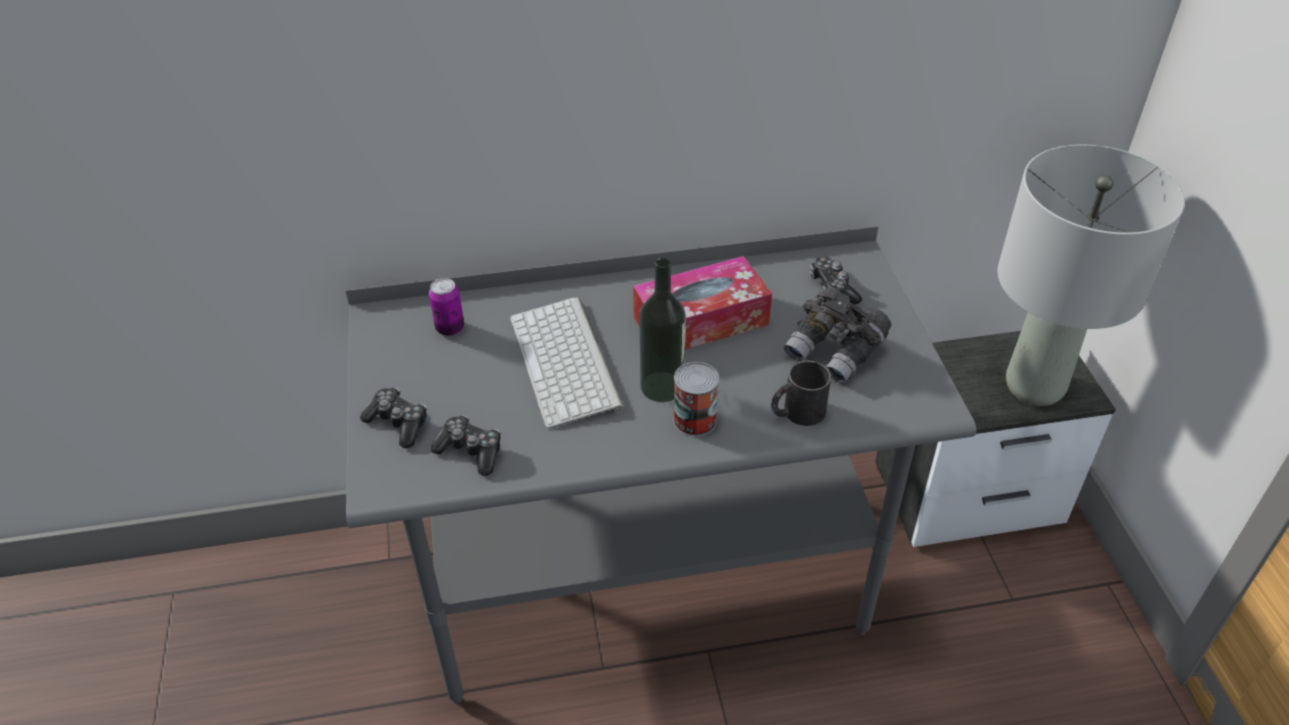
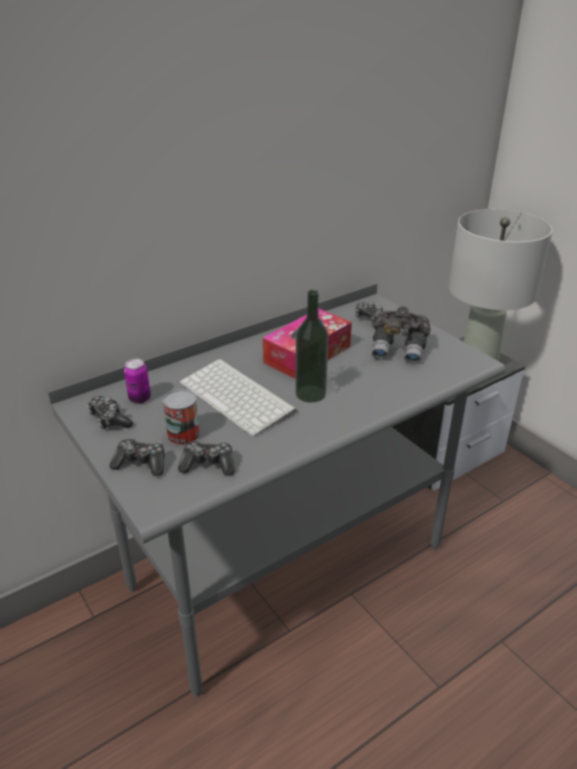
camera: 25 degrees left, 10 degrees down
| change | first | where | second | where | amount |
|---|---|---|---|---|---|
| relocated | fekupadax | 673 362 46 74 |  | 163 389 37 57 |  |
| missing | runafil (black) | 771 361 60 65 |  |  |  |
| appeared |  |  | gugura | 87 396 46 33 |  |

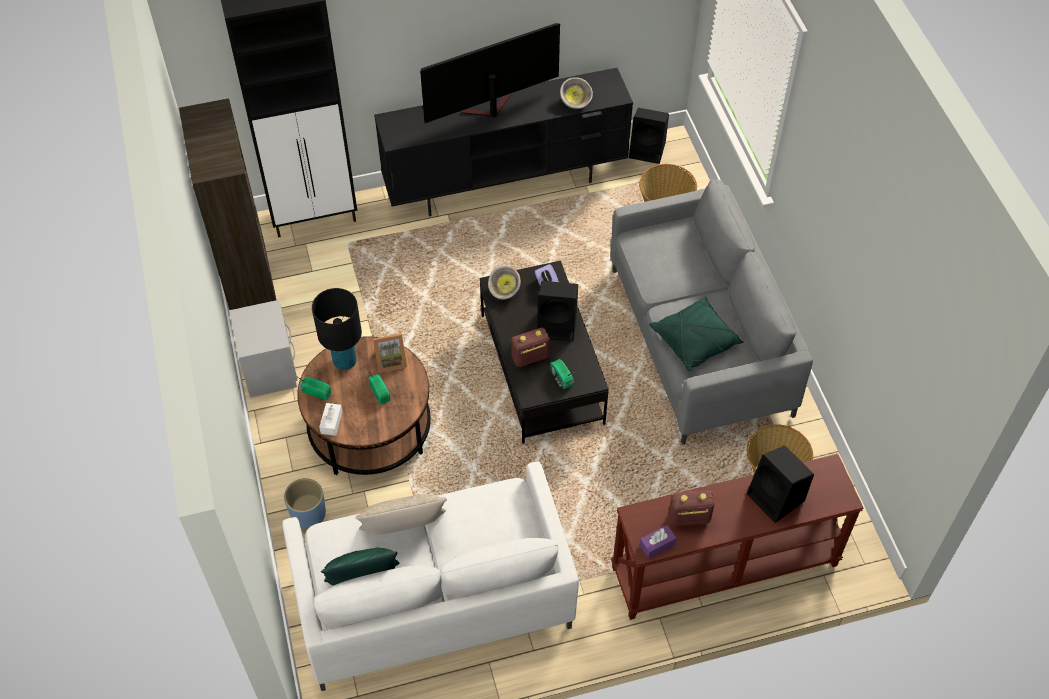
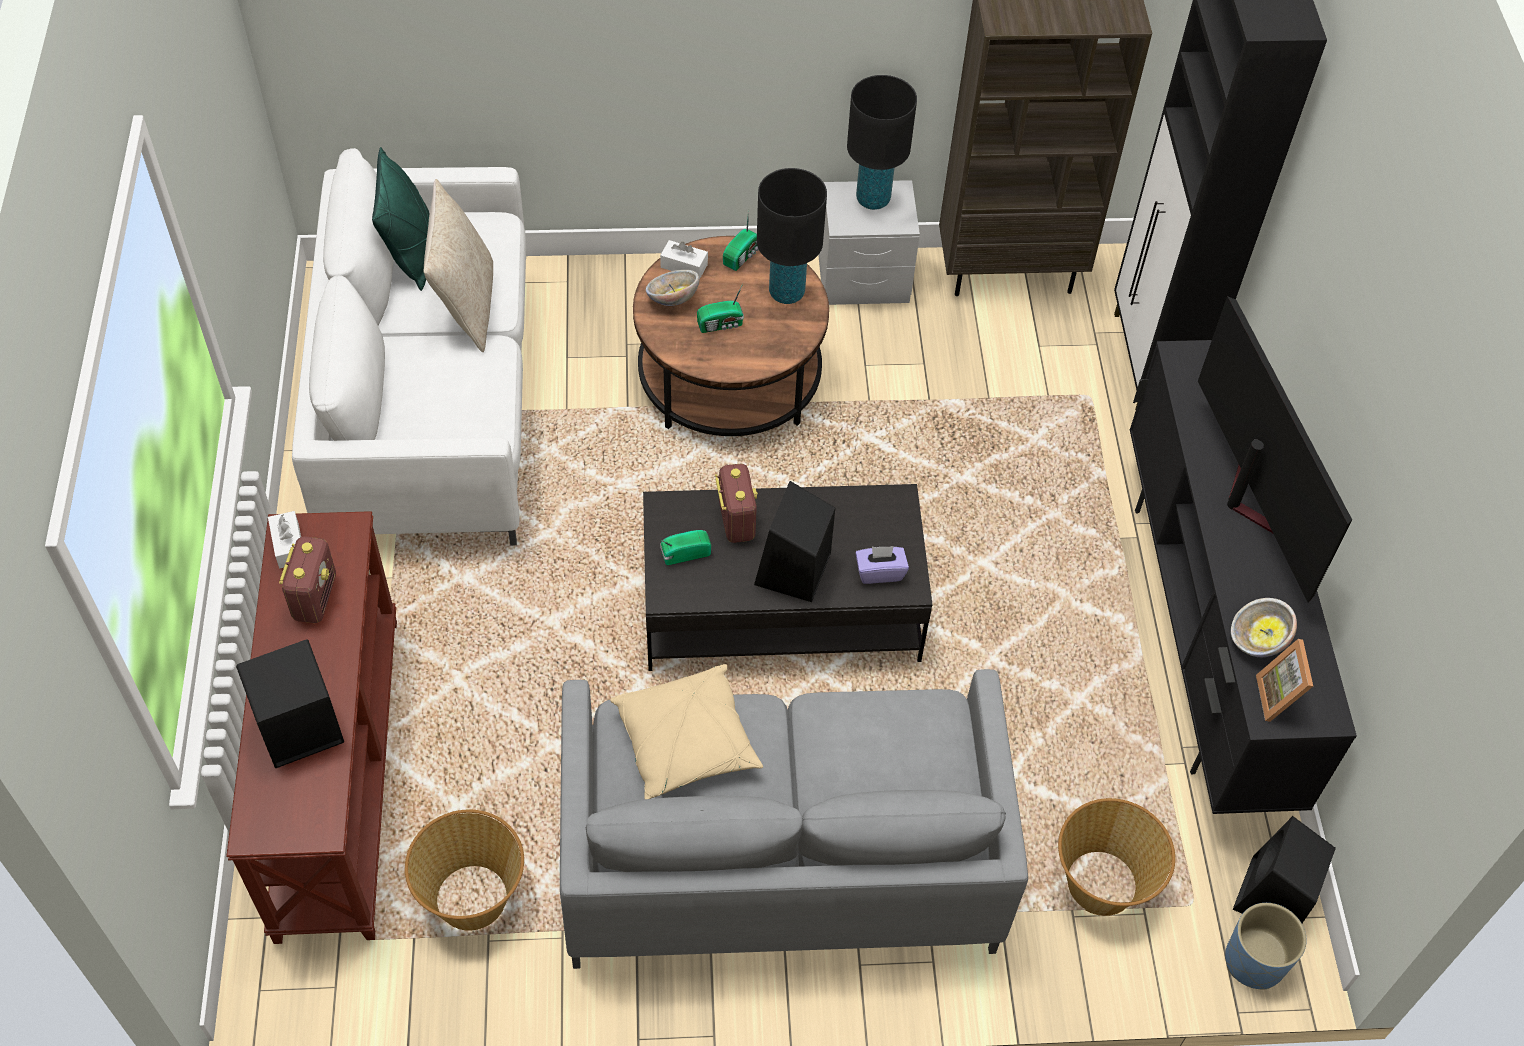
camera: 100 degrees right, 0 degrees up
| change | first | where | second | where | amount |
|---|---|---|---|---|---|
| relocated | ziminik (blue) | 284 478 42 51 |  | 1225 903 82 86 |  |
| relocated | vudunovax | 373 333 34 40 |  | 1256 639 57 83 |  |
| relocated | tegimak | 488 266 33 33 |  | 646 270 53 36 |  |
| colour | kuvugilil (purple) | 639 525 38 34 | kuvugilil (white) | 268 511 33 57 |  |
| colour | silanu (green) | 649 296 94 75 | silanu (beige) | 610 664 153 135 |  |
| appeared |  |  | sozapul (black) | 847 75 70 135 |  |

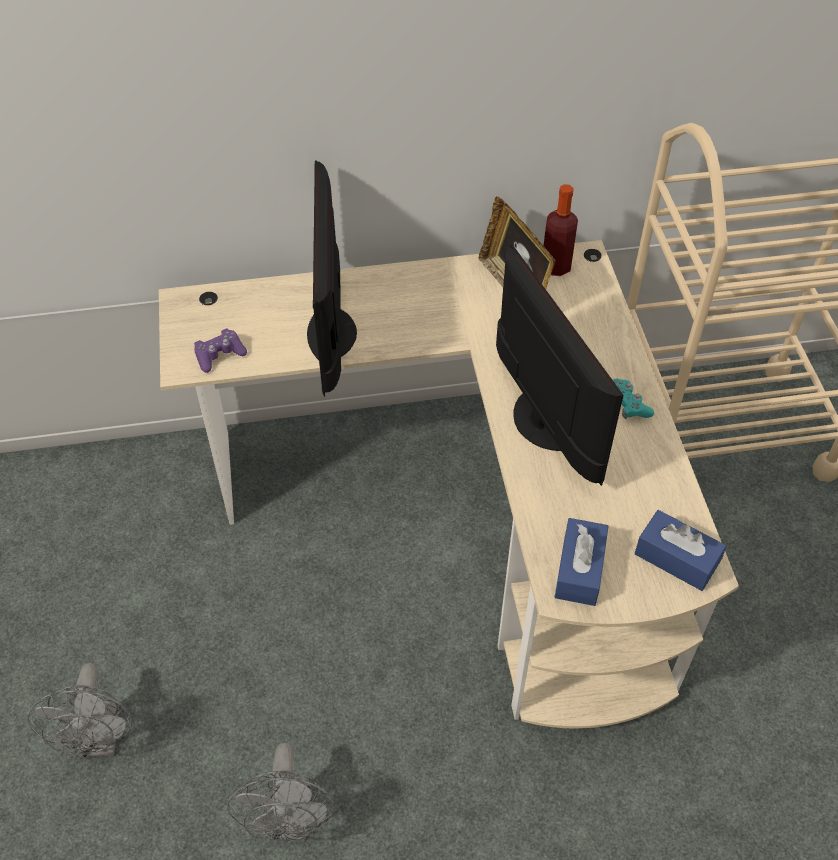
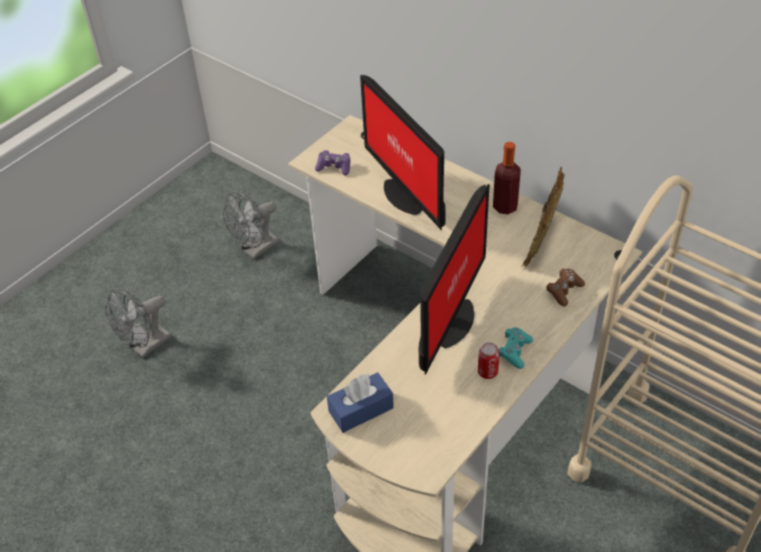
camera: 50 degrees right, 5 degrees down
| change | first | where | second | where | amount |
|---|---|---|---|---|---|
| relocated | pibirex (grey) | 227 743 108 99 |  | 223 191 56 68 |  |
| spun | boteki | 307 160 50 237 |  | 360 75 86 155 | 75 degrees counterclockwise |
| relocated | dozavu | 543 184 35 92 |  | 493 142 28 72 |  |
| missing | kuvugilil (blue) | 635 510 92 81 |  |  |  |
| appeared |  |  | fekupadax | 478 342 22 37 |  |
| appeared |  |  | gugura (brown) | 546 269 39 37 |  |

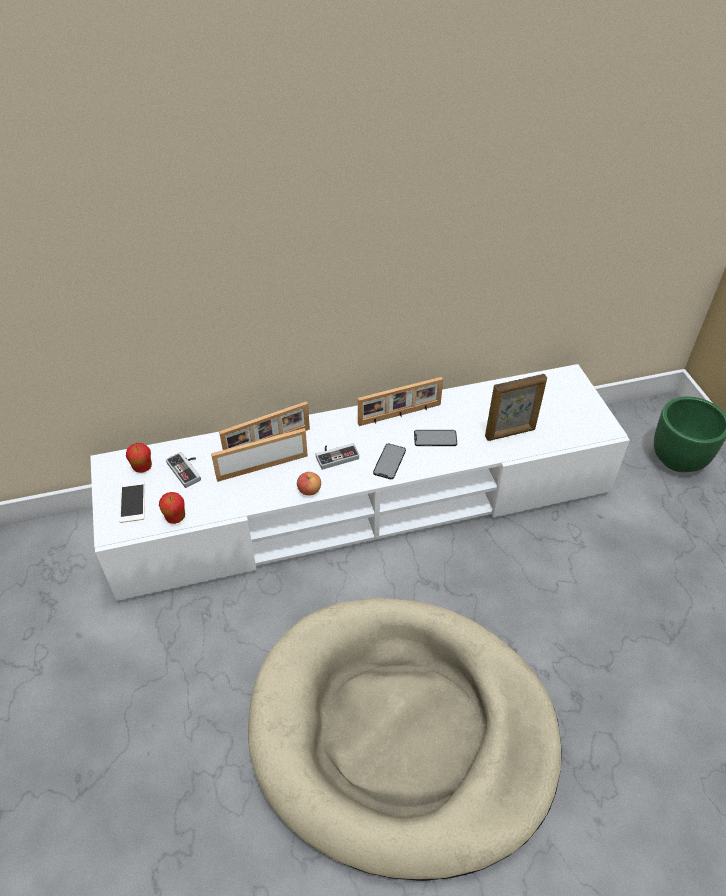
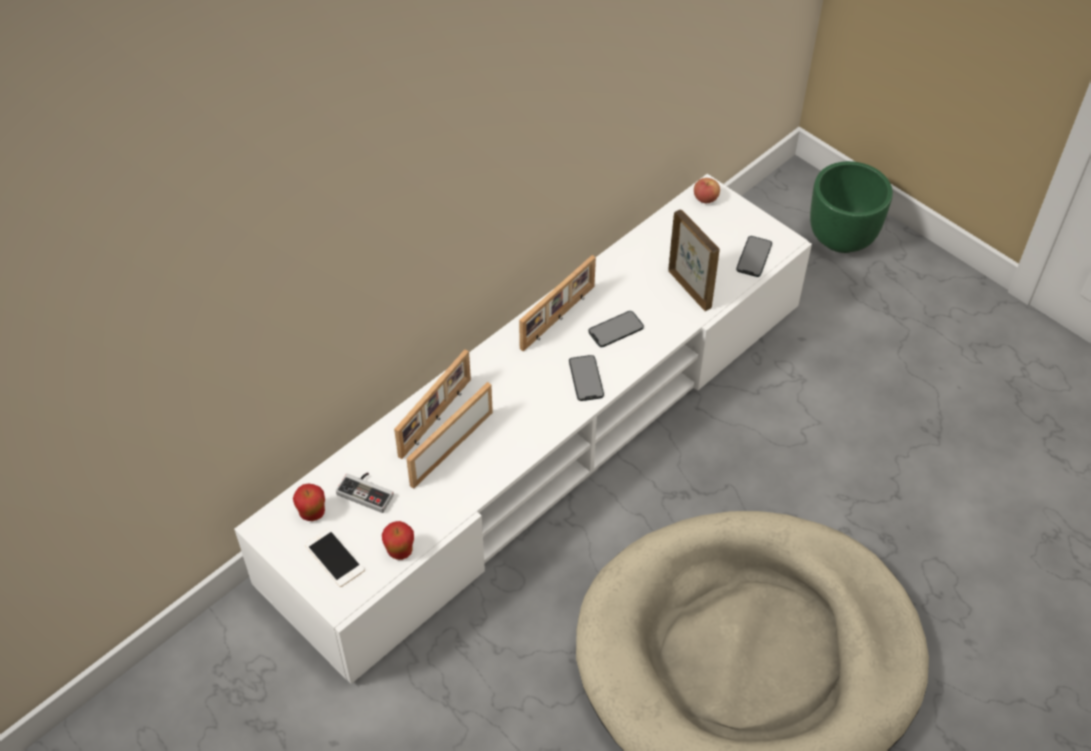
camera: 30 degrees left, 5 degrees up
| change | first | where | second | where | amount |
|---|---|---|---|---|---|
| relocated | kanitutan | 297 472 24 24 |  | 694 178 26 25 |  |
| missing | gugura | 316 443 43 27 |  |  |  |
| spun | vudunovax | 485 374 62 67 |  | 668 209 52 102 | 75 degrees counterclockwise |
| appeared |  |  | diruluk | 736 236 36 41 |  |

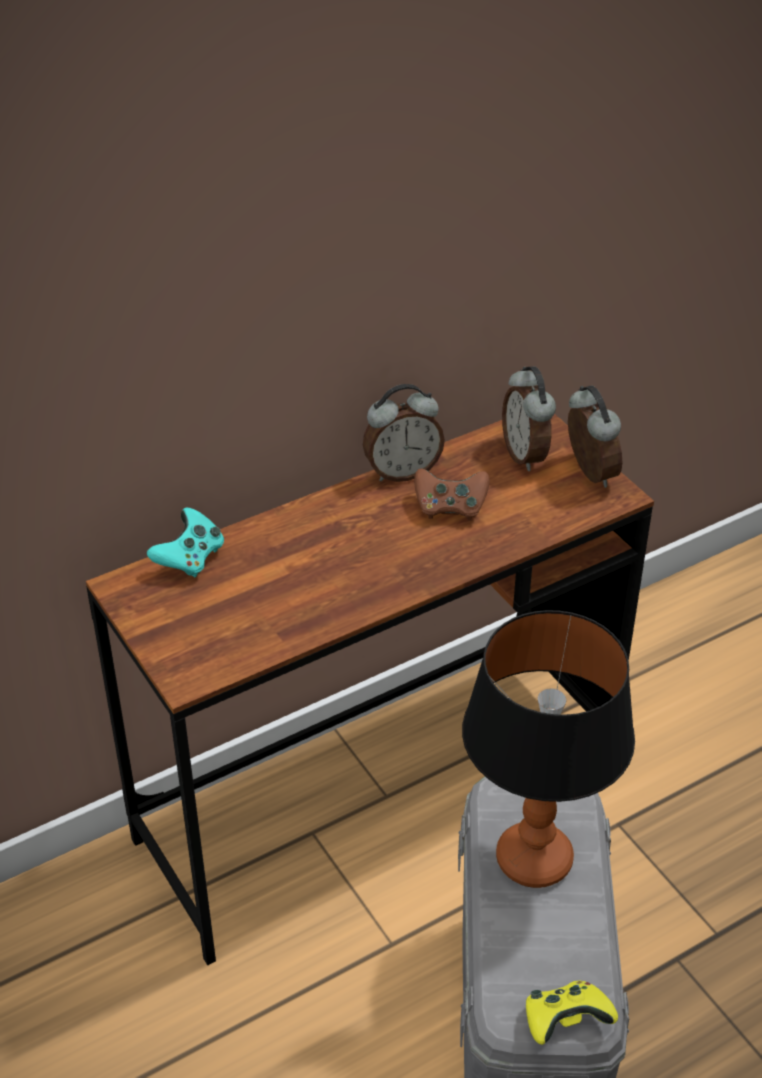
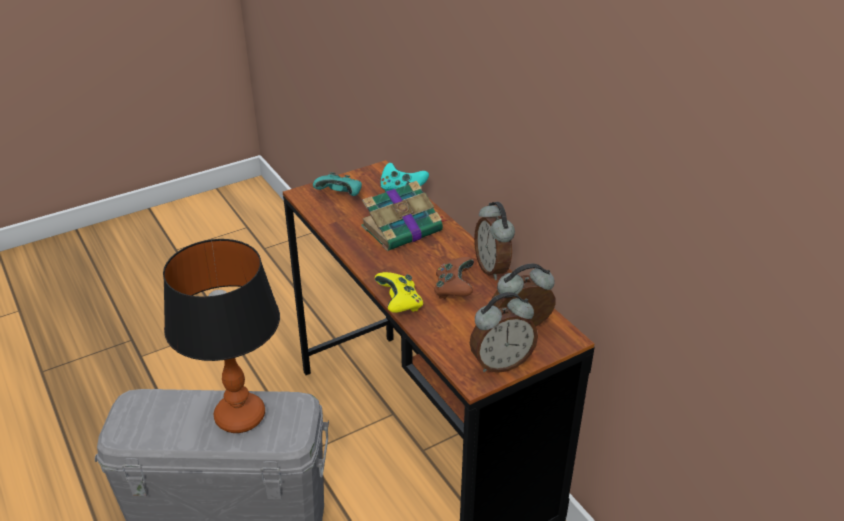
camera: 90 degrees right, 5 degrees down
| change | first | where | second | where | amount |
|---|---|---|---|---|---|
| relocated | gugura (yellow) | 526 980 92 65 |  | 375 272 48 41 |  |
| appeared |  |  | gugura (turquoise) | 313 172 49 24 |  |
| appeared |  |  | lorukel | 361 181 86 70 |  |

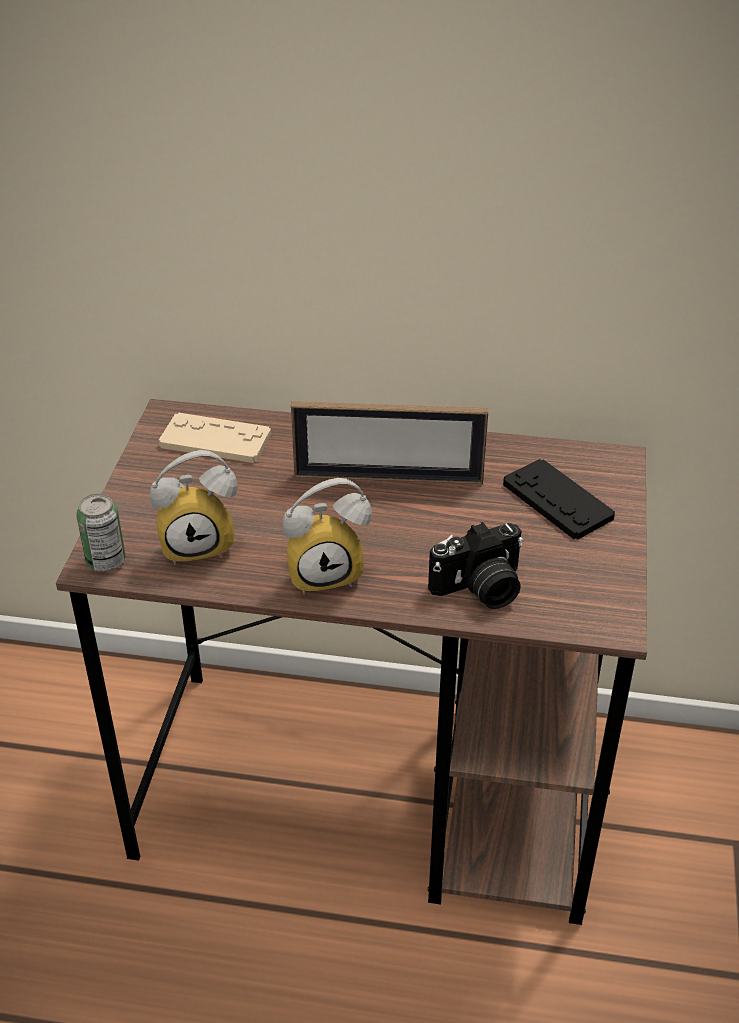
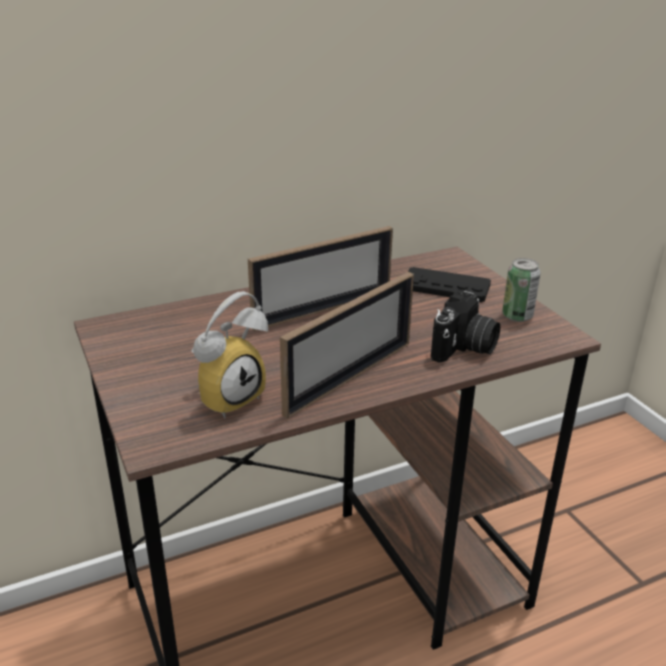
camera: 35 degrees left, 10 degrees down
| change | first | where | second | where | amount |
|---|---|---|---|---|---|
| relocated | fekupadax | 76 494 49 78 |  | 502 258 39 64 |  |
| missing | gugura (beige) | 159 413 112 50 |  |  |  |
| exchanged | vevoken | 283 478 89 117 | vudunovax | 280 272 134 147 |  |

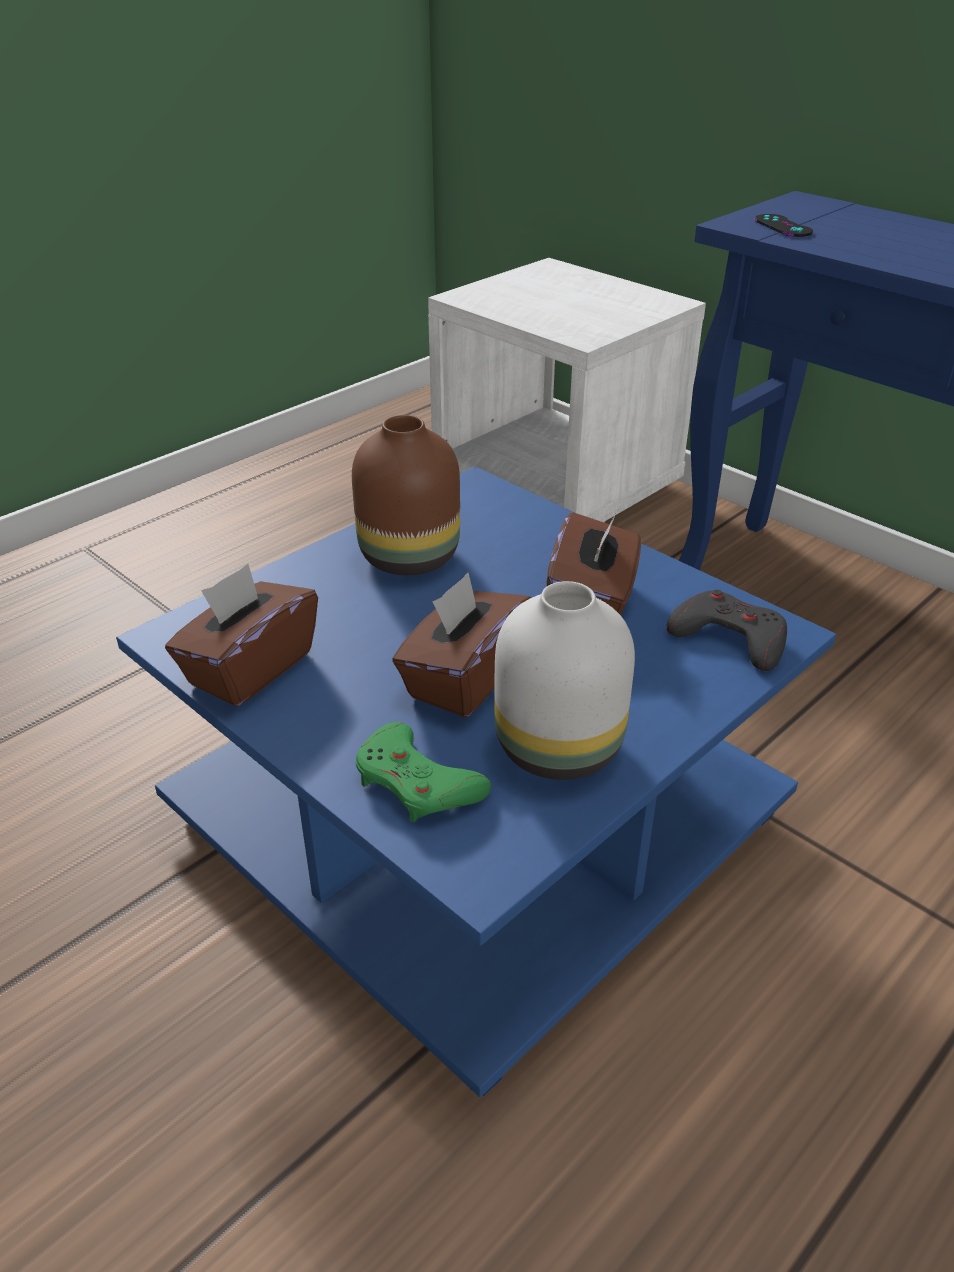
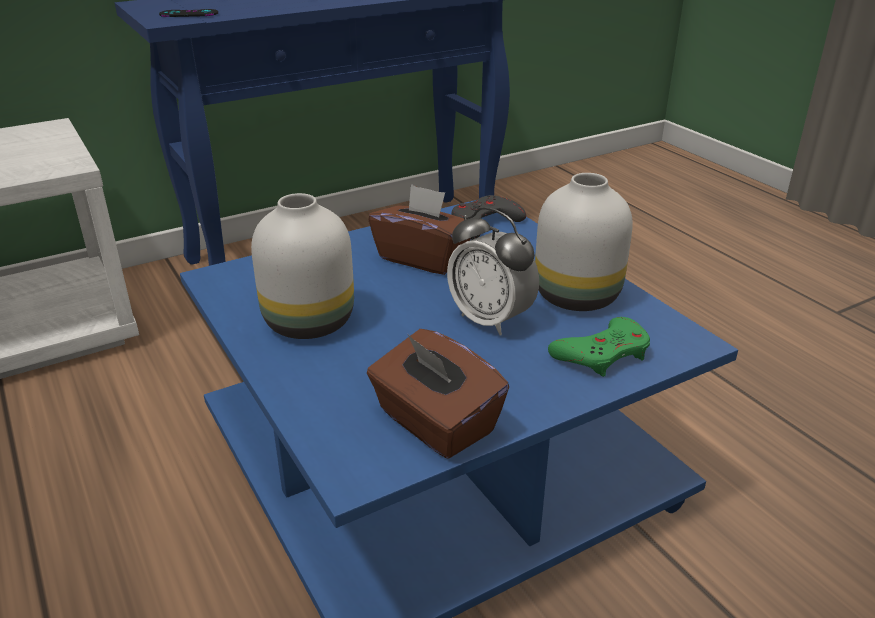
camera: 75 degrees left, 5 degrees down
| change | first | where | second | where | amount |
|---|---|---|---|---|---|
| colour | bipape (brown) | 352 415 108 160 | bipape (white) | 251 193 103 146 |  |
| exchanged | kuvugilil (brown) | 392 573 139 144 | vevoken | 447 207 92 129 |  |

